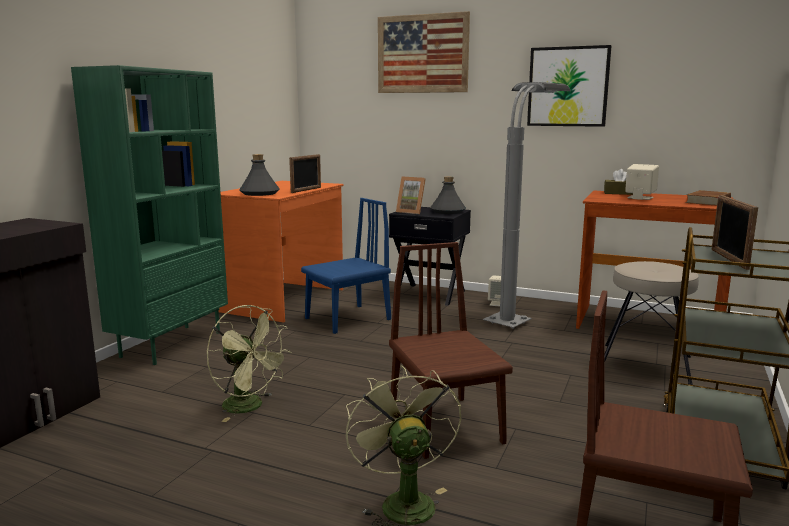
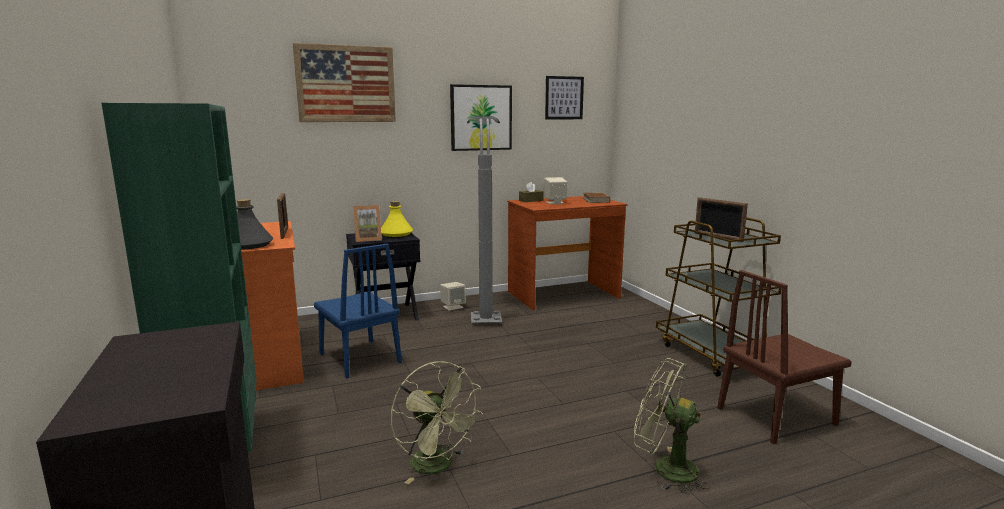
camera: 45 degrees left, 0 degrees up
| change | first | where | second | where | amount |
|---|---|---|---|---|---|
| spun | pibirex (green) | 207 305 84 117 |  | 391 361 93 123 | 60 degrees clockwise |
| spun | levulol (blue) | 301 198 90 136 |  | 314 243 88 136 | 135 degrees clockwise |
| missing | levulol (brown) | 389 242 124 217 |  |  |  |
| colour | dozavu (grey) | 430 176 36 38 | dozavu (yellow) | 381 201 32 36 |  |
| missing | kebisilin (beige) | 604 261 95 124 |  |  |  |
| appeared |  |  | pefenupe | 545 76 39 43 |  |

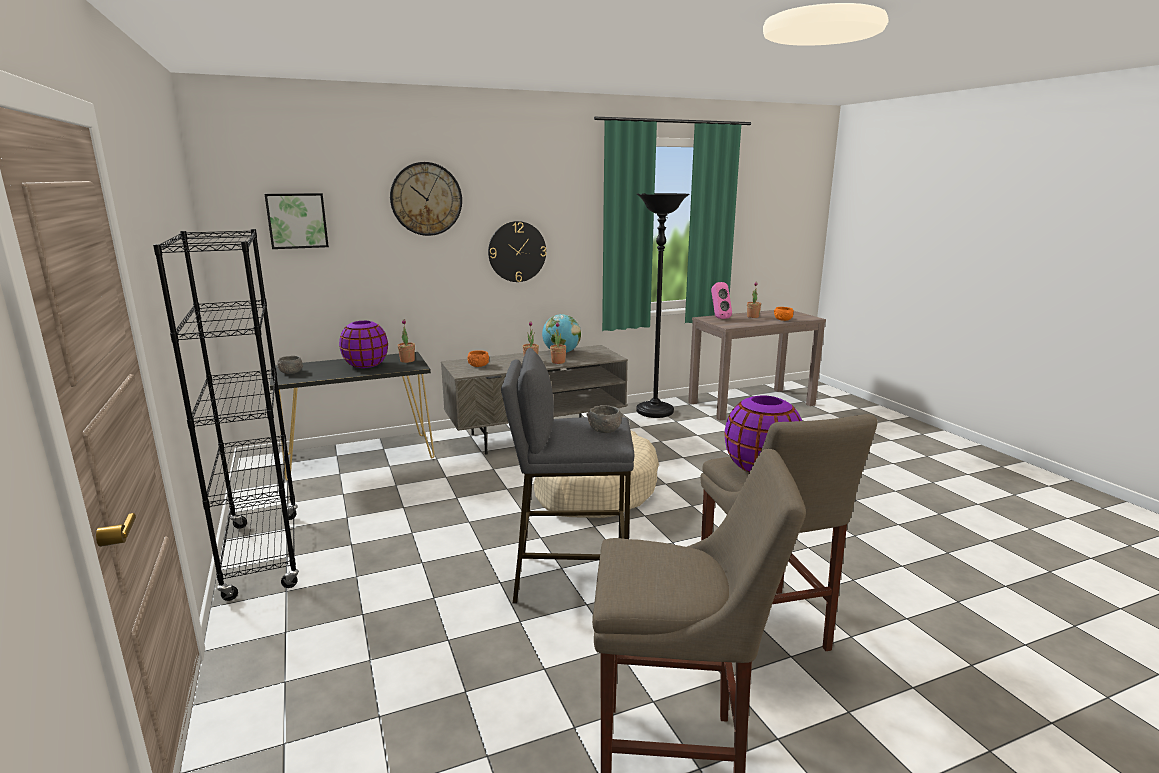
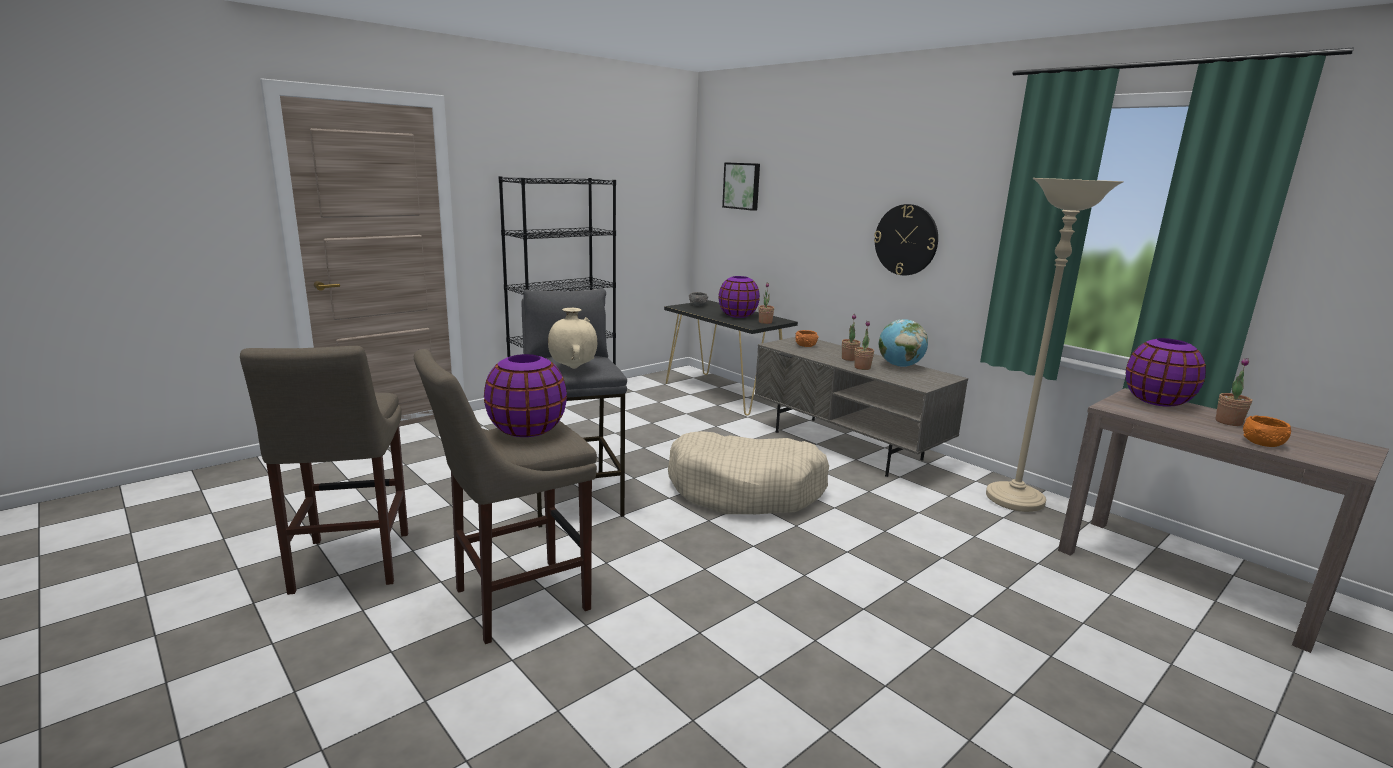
camera: 70 degrees right, 0 degrees up
| change | first | where | second | where | amount |
|---|---|---|---|---|---|
| missing | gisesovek | 390 162 72 74 |  |  |  |
| exchanged | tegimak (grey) | 586 405 37 28 | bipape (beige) | 548 308 49 61 |  |
| colour | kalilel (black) | 636 193 54 225 | kalilel (beige) | 986 178 138 334 |  |
| exchanged | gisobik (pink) | 711 282 21 37 | bipape (purple) | 1126 338 80 69 |  |

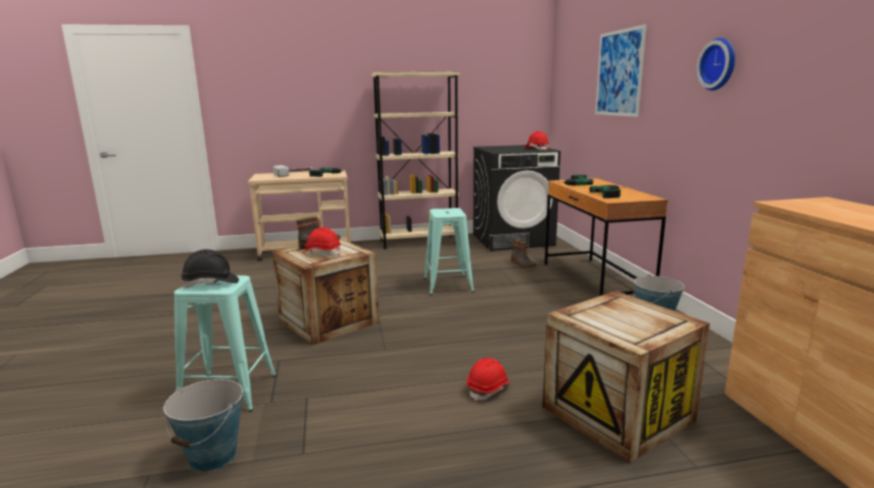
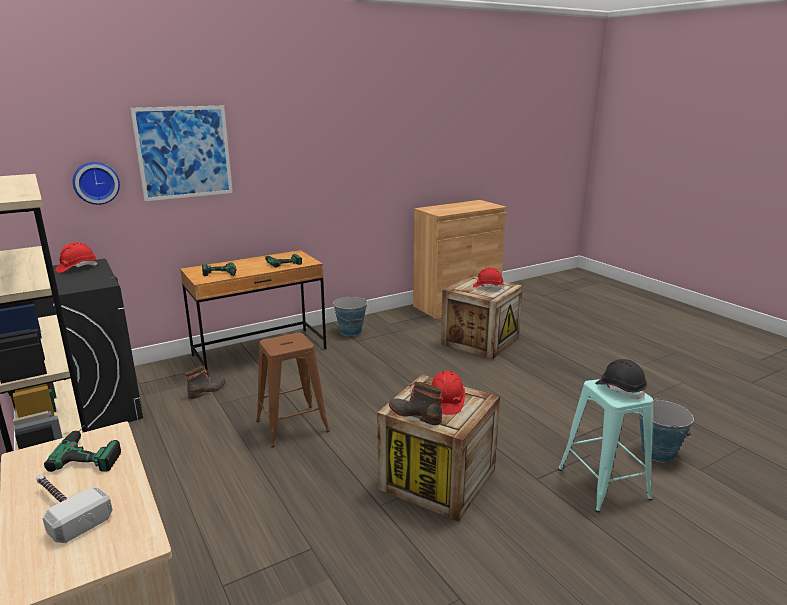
camera: 110 degrees left, 5 degrees up
| change | first | where | second | where | amount |
|---|---|---|---|---|---|
| colour | kebisilin (turquoise) | 424 208 51 87 | kebisilin (brown) | 256 333 74 115 |  |
| relocated | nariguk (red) | 467 358 43 43 |  | 473 267 31 23 |  |
| relocated | gisesovek | 696 38 39 53 |  | 73 162 47 43 |  |

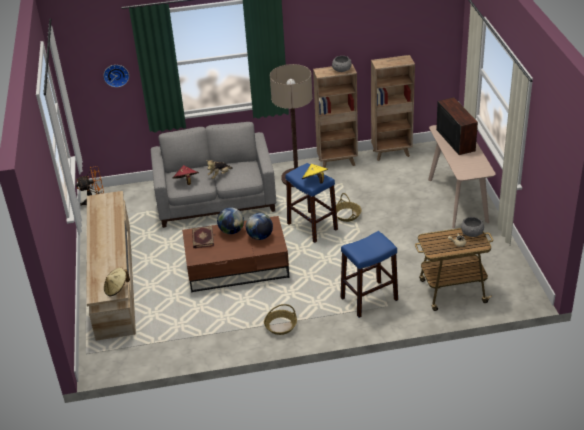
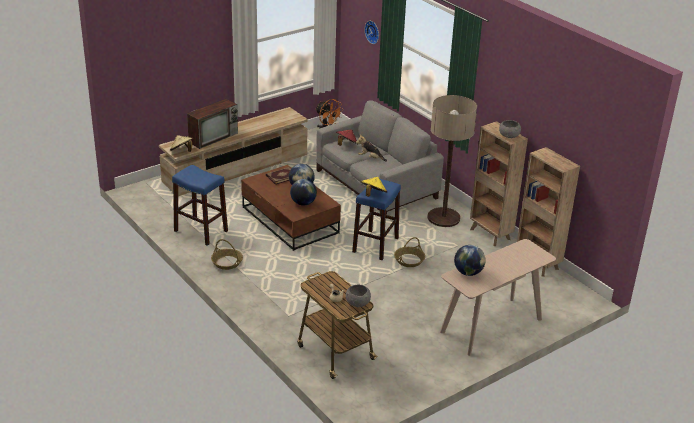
camera: 60 degrees right, 5 degrees down
| change | first | where | second | where | amount |
|---|---|---|---|---|---|
| relocated | kebisilin (blue) | 341 231 57 87 |  | 172 165 56 81 |  |
| relocated | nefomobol | 436 97 42 58 |  | 187 99 51 50 |  |
| appeared |  |  | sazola | 454 245 32 31 |  |

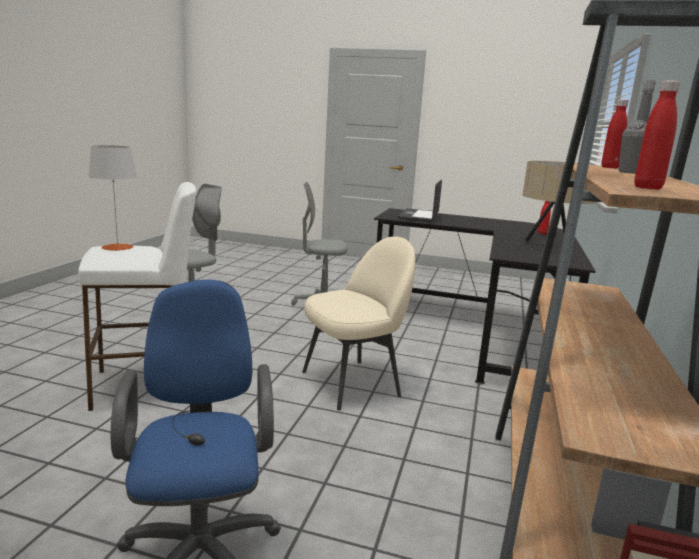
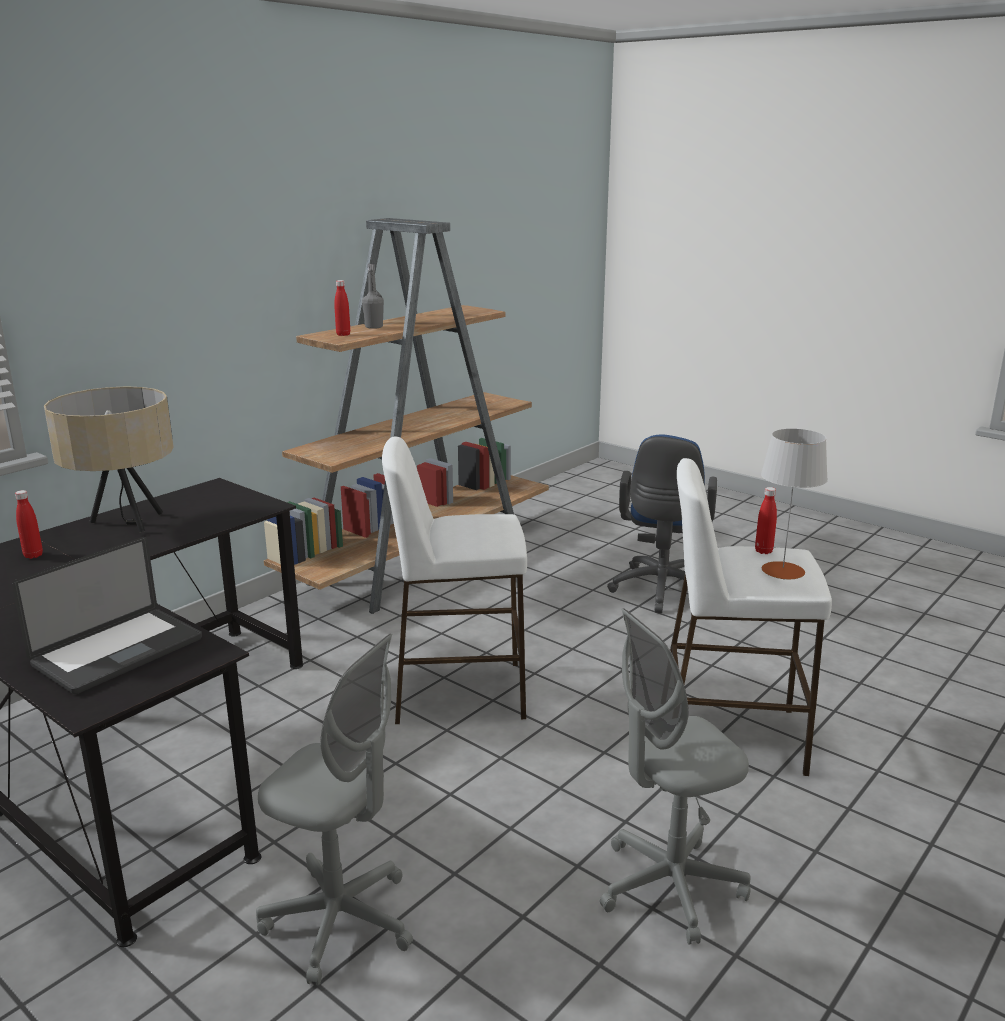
camera: 155 degrees left, 5 degrees up
| change | first | where | second | where | amount |
|---|---|---|---|---|---|
| exchanged | levulol (beige) | 302 236 113 175 | kebisilin (white) | 382 437 145 287 |  |
| relocated | dozavu (red) | 634 81 46 109 |  | 755 487 22 67 |  |

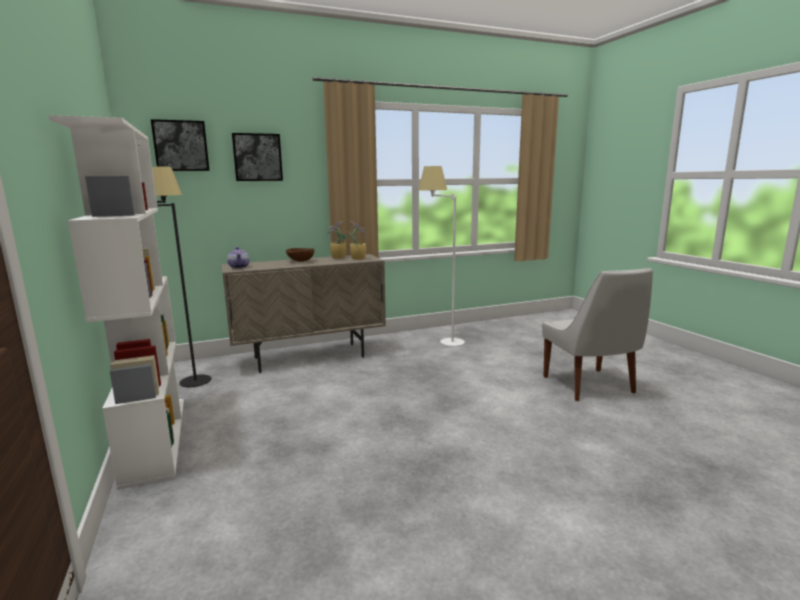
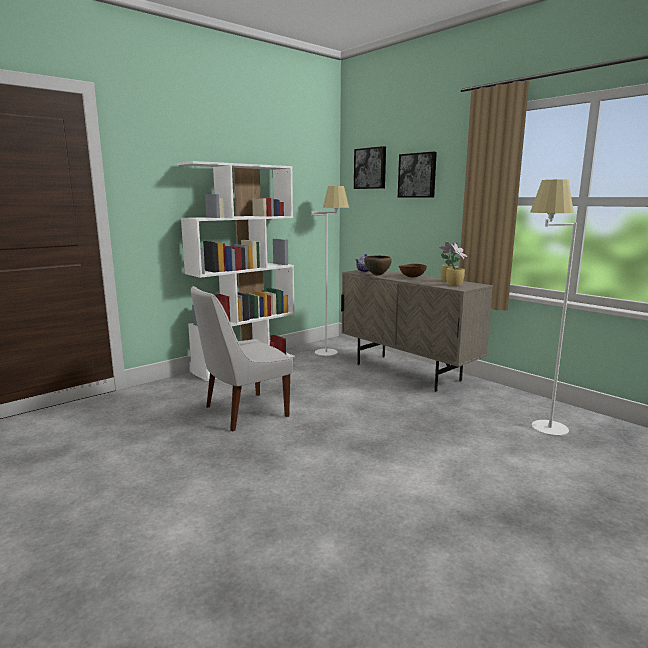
camera: 70 degrees right, 0 degrees up
| change | first | where | second | where | amount |
|---|---|---|---|---|---|
| colour | kalilel (black) | 152 167 60 220 | kalilel (white) | 311 186 38 170 |  |
| relocated | levulol (white) | 542 268 111 133 |  | 191 286 102 145 |  |
| appeared |  |  | tegimak (brown) | 364 255 28 21 |  |

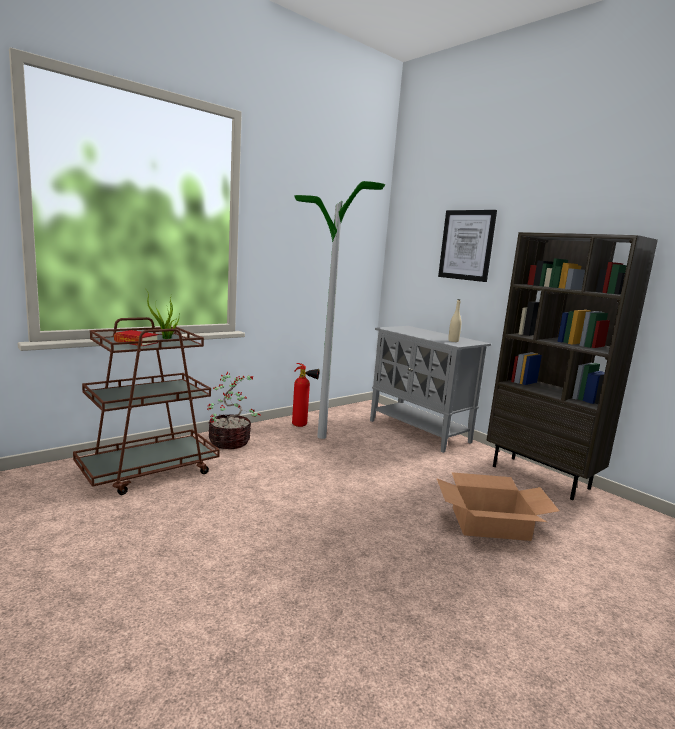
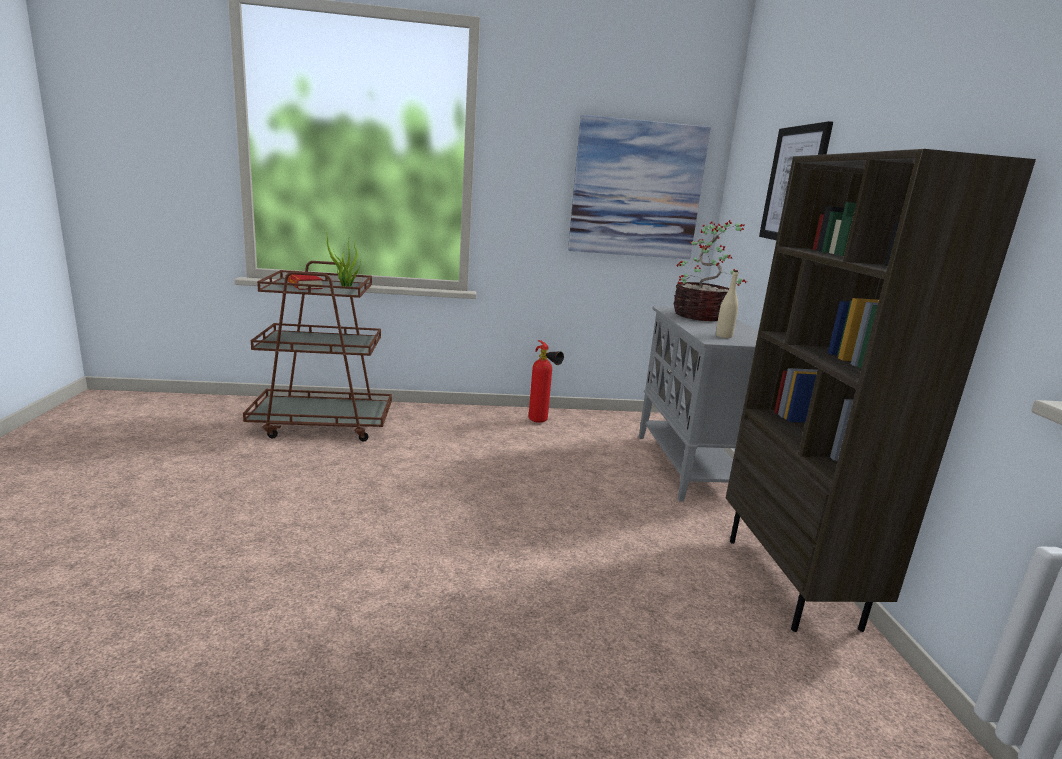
camera: 35 degrees right, 5 degrees up
| change | first | where | second | where | amount |
|---|---|---|---|---|---|
| relocated | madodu | 207 372 54 77 |  | 674 220 73 101 |  |
| missing | kalilel | 294 181 91 258 |  |  |  |
| missing | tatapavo | 436 472 123 69 |  |  |  |
| appeared |  |  | pefenupe | 568 115 143 144 |  |

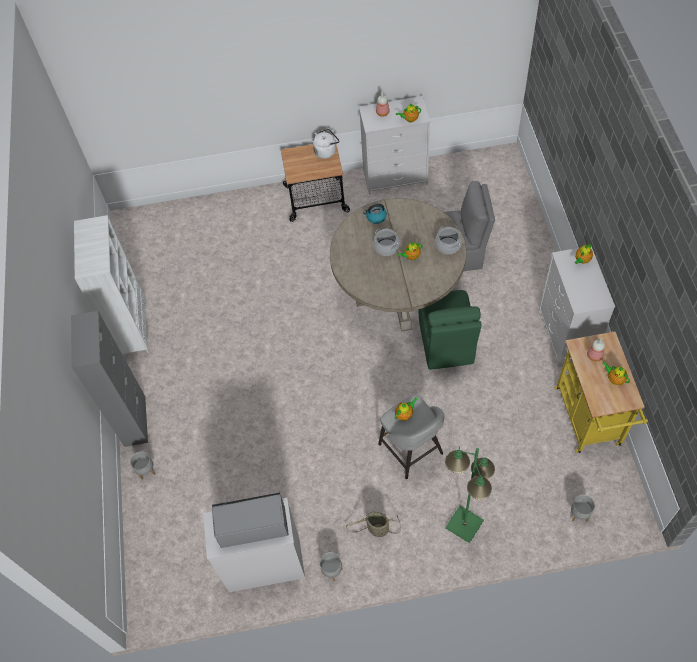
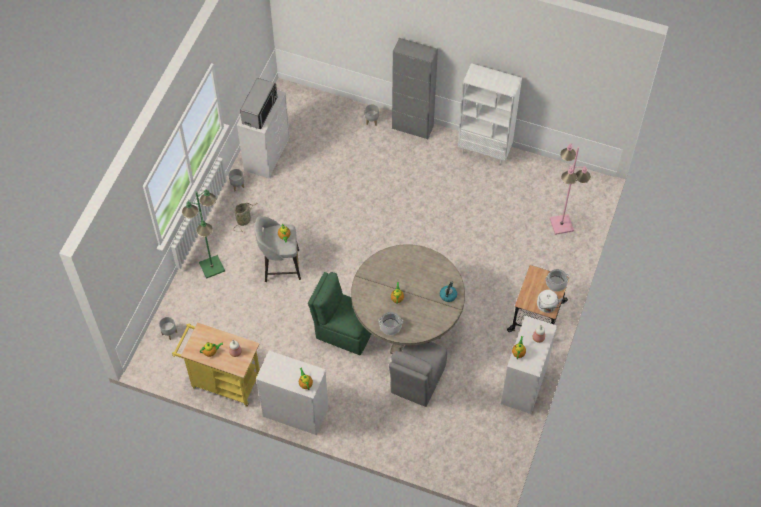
camera: 115 degrees right, 0 degrees up
| change | first | where | second | where | amount |
|---|---|---|---|---|---|
| relocated | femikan | 373 229 27 27 |  | 546 269 23 22 |  |
| appeared |  |  | kalilel (pink) | 550 144 41 91 |  |

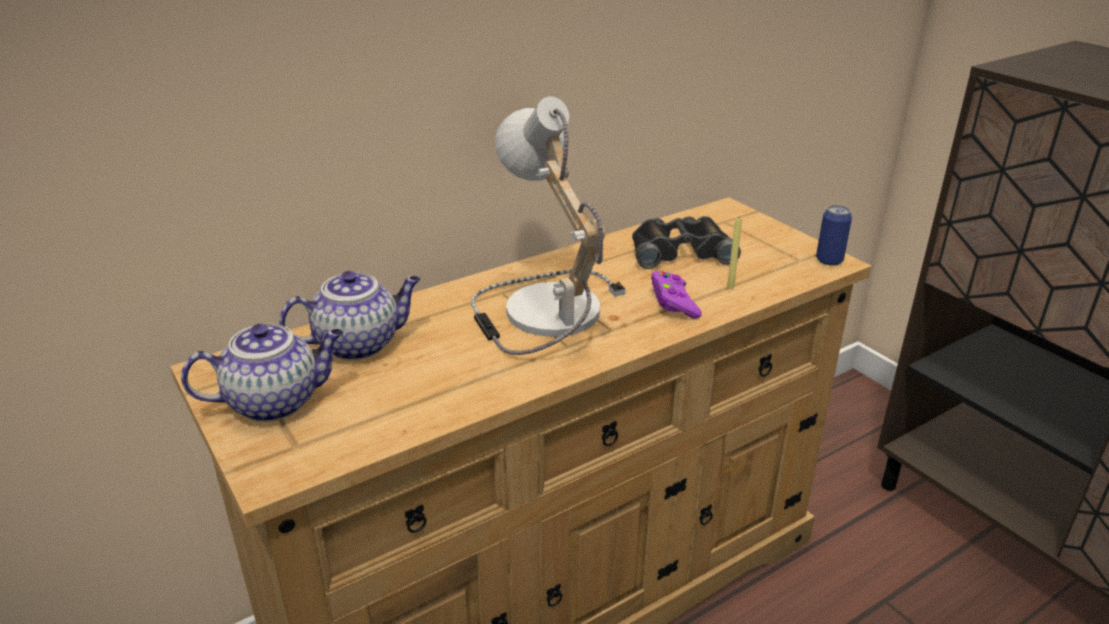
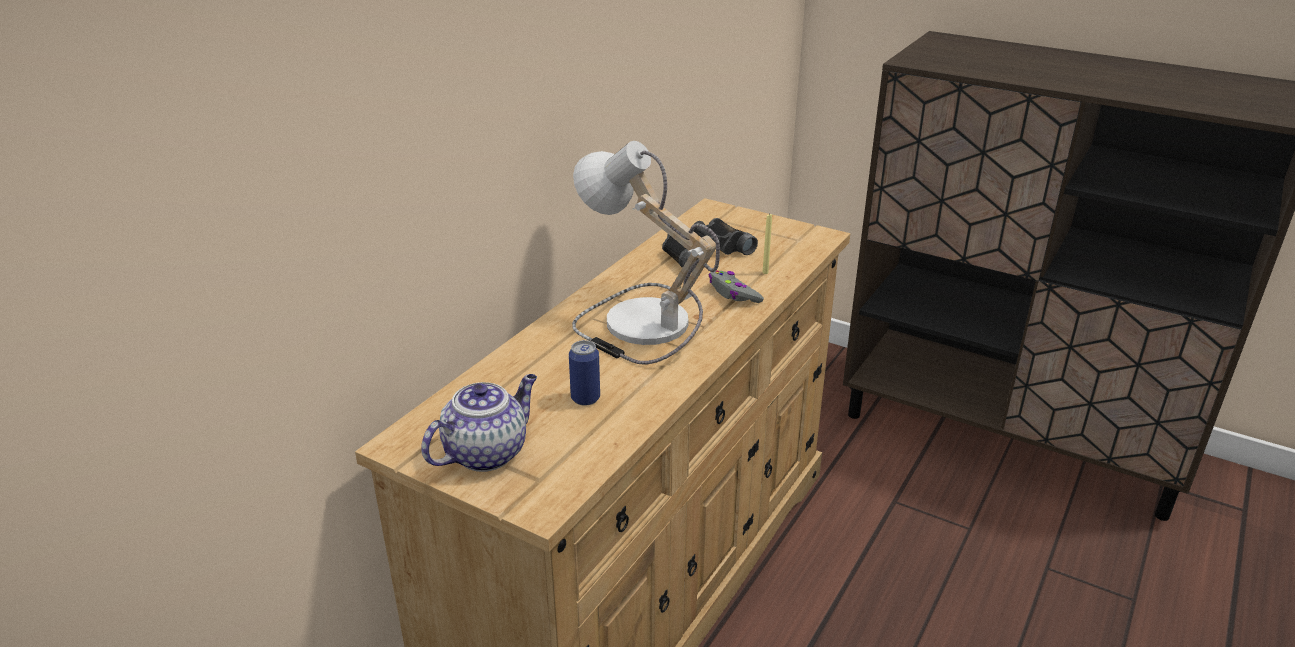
camera: 25 degrees left, 0 degrees up
| change | first | where | second | where | amount |
|---|---|---|---|---|---|
| missing | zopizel | 279 271 142 90 |  |  |  |
| colour | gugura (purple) | 651 271 51 48 | gugura (grey) | 709 270 55 33 |  |
| relocated | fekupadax | 816 204 36 62 |  | 569 340 31 66 |  |

